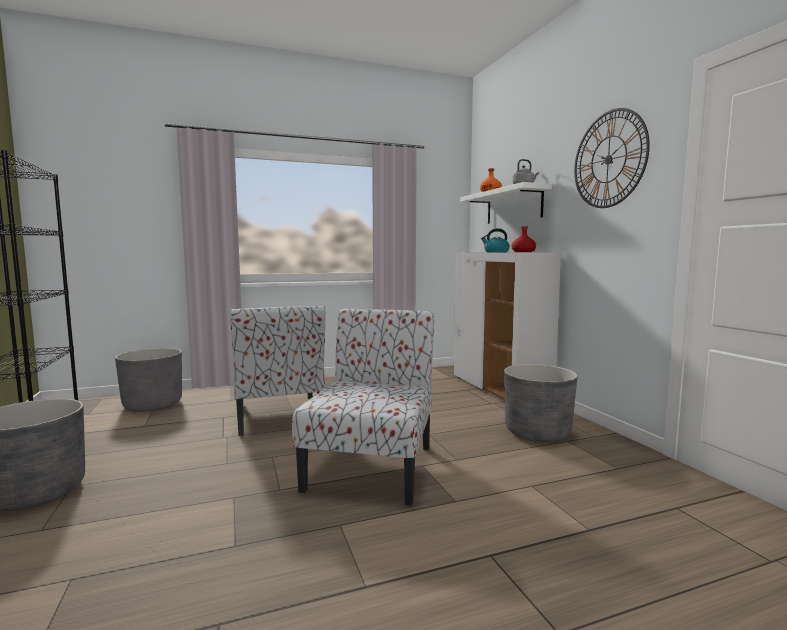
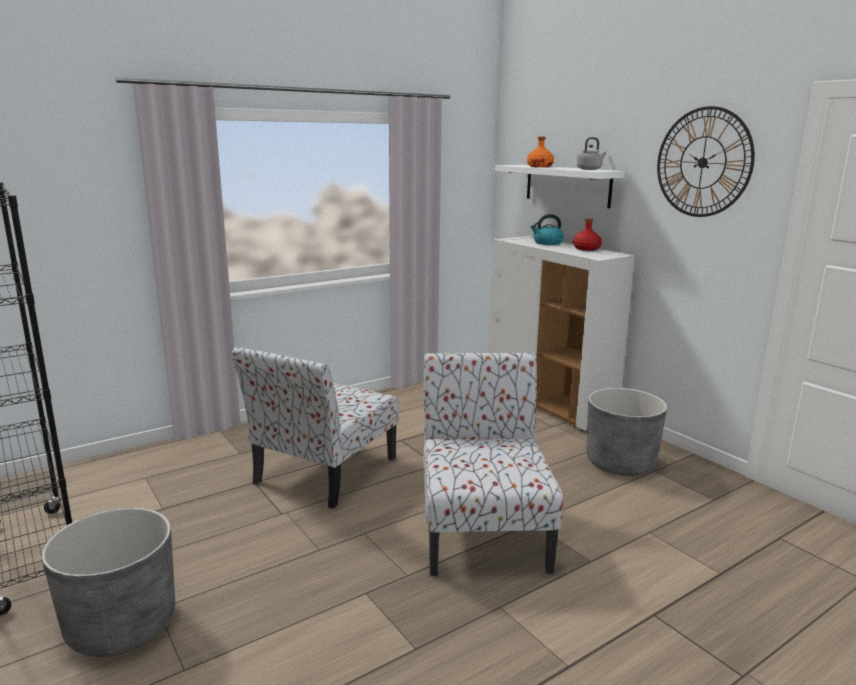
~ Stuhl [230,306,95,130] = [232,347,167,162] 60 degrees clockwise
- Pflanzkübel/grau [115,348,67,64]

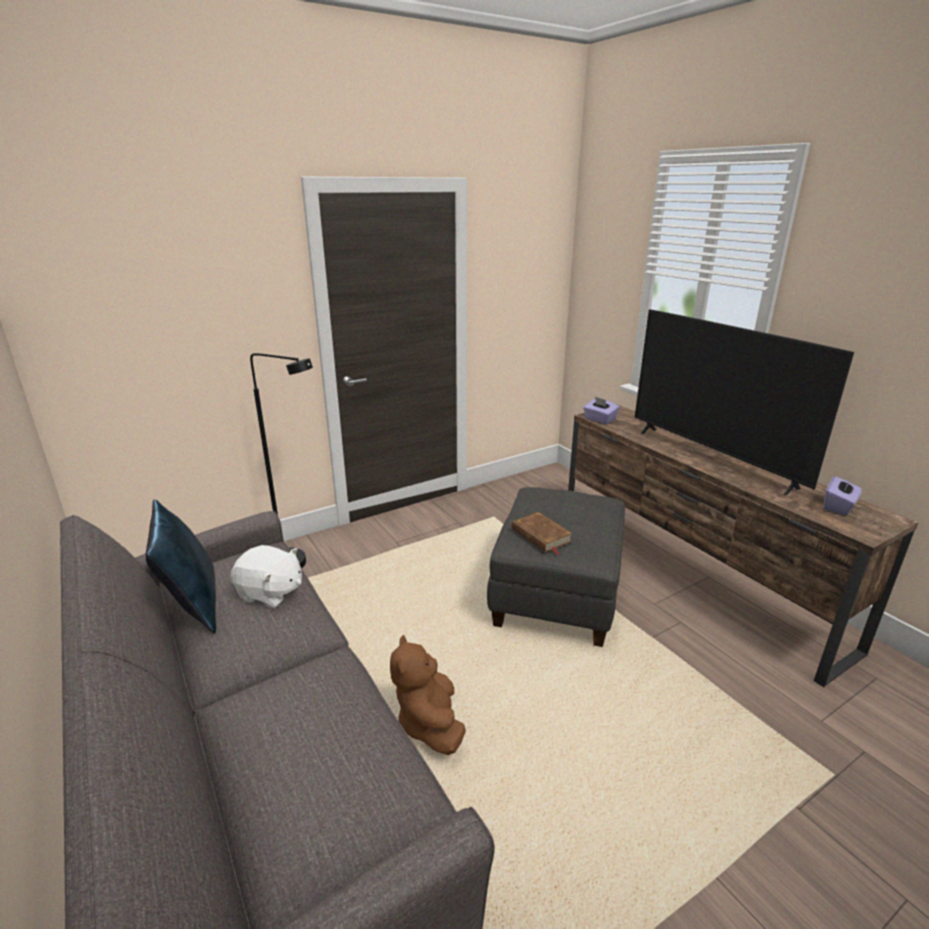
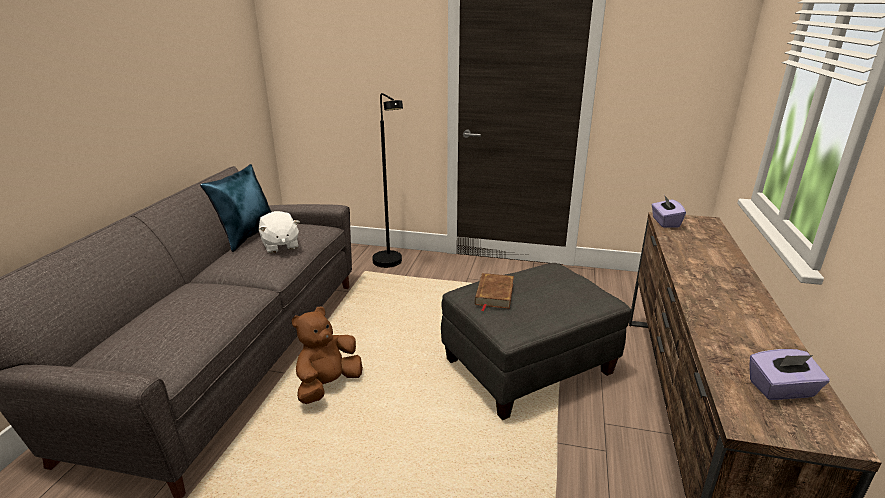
- Fernseher [635,309,219,186]

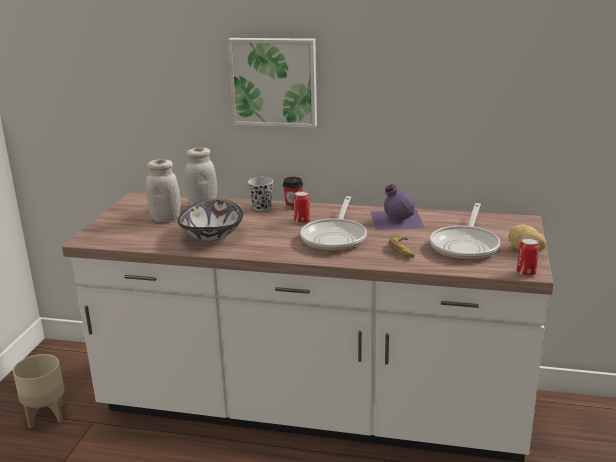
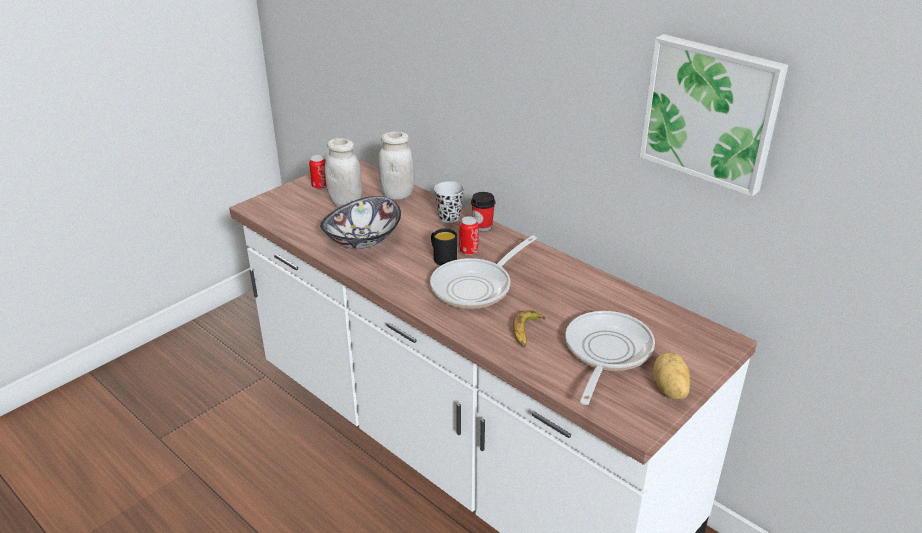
~ Bild [228,38,89,90] to [640,34,148,162]
- Flasche/lila [371,184,54,46]
~ Pfanne [430,203,70,57] = [565,311,90,94] 150 degrees clockwise
~ Dose [517,238,22,38] to [309,155,17,34]
- Pflanzkübel/beige [13,354,51,75]
+ Henkelbecher/schwarz [431,229,26,36]

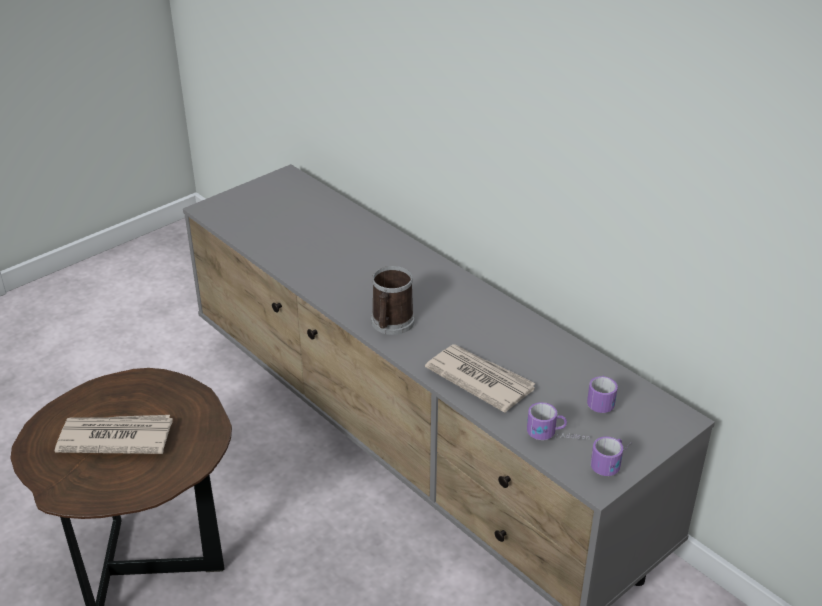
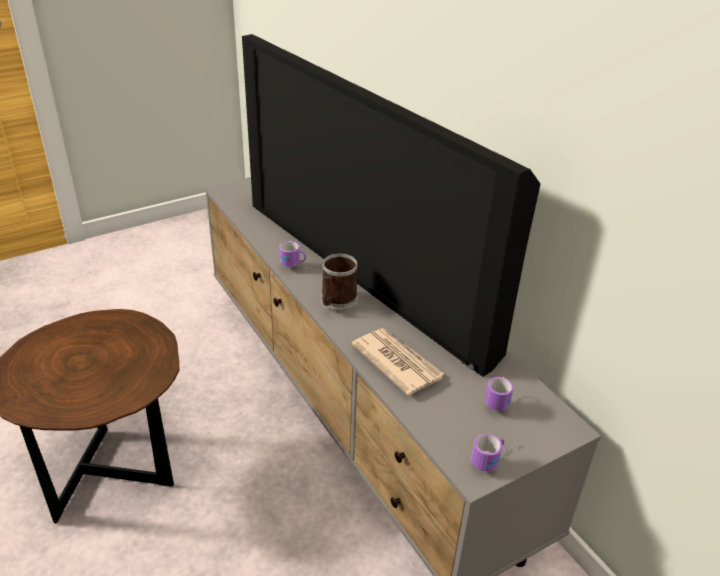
~ Henkelbecher [527,402,63,38] to [279,241,44,32]
- Zeitung [55,415,118,39]
+ Fernseher [242,34,298,343]

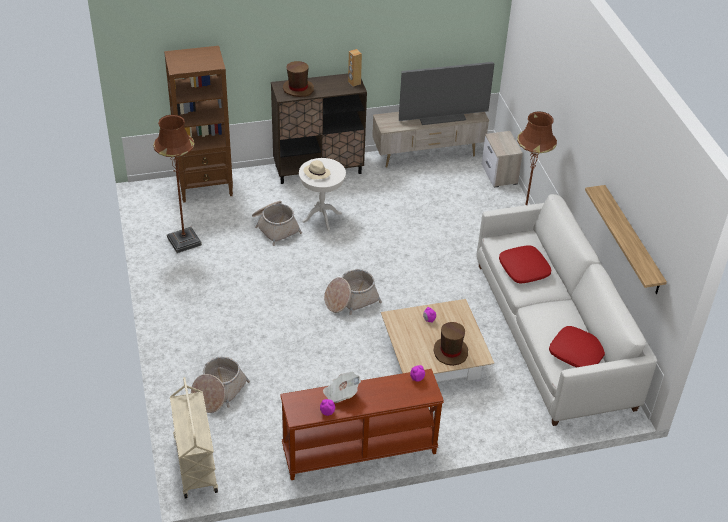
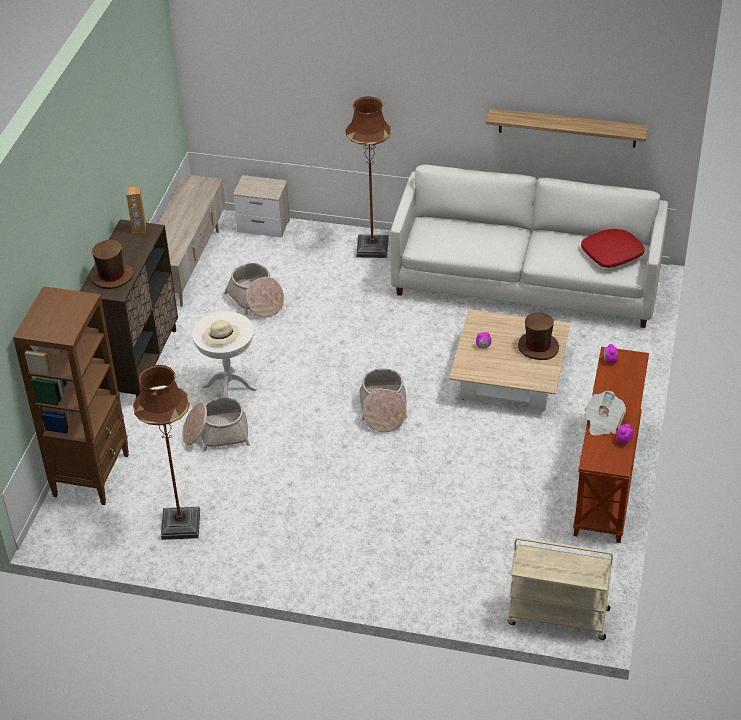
- Fernseher [399,62,96,63]
- Kissen/rot [499,245,52,38]
~ Korb [191,357,59,56] to [224,263,60,55]

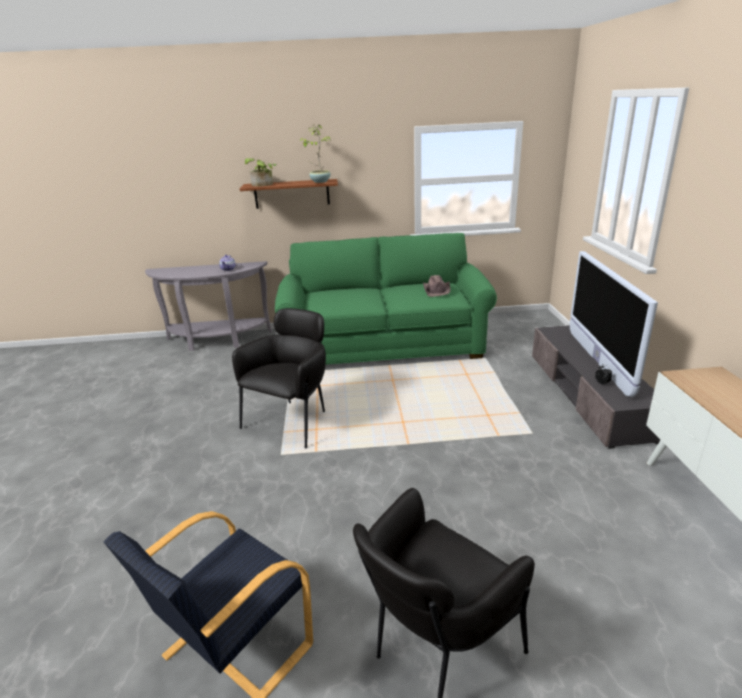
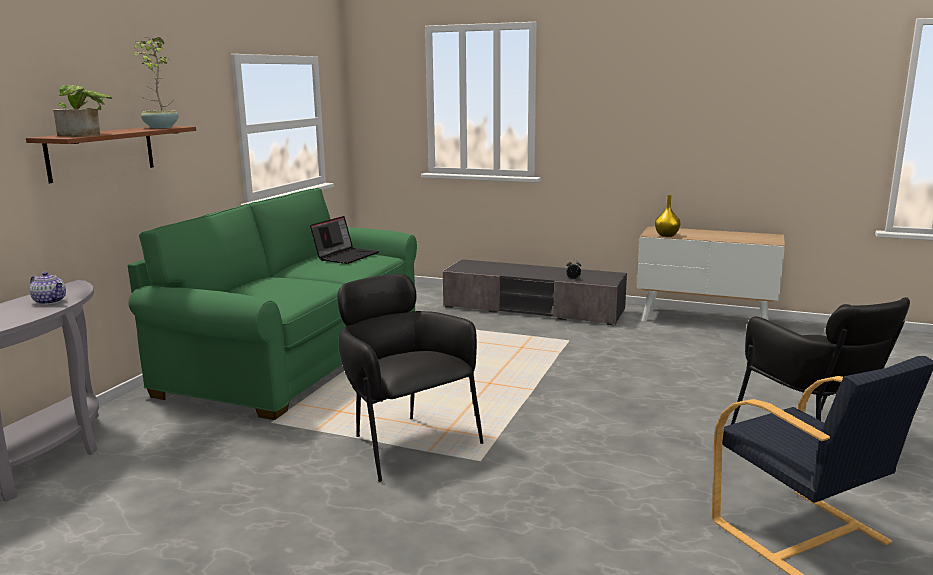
- Fernseher [570,251,88,146]
~ Hut/braun [423,275,27,22] to Laptop [310,216,69,48]
+ Vase/gelb [655,195,26,42]

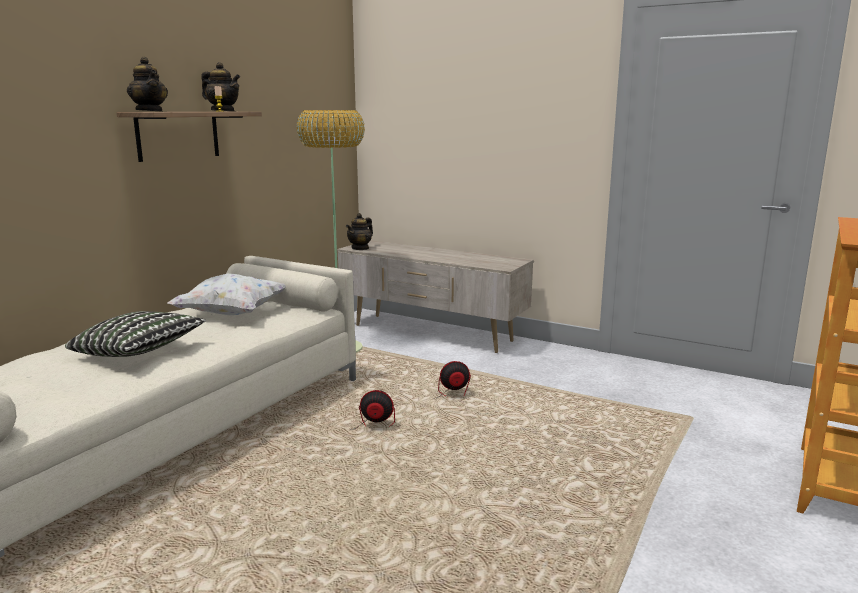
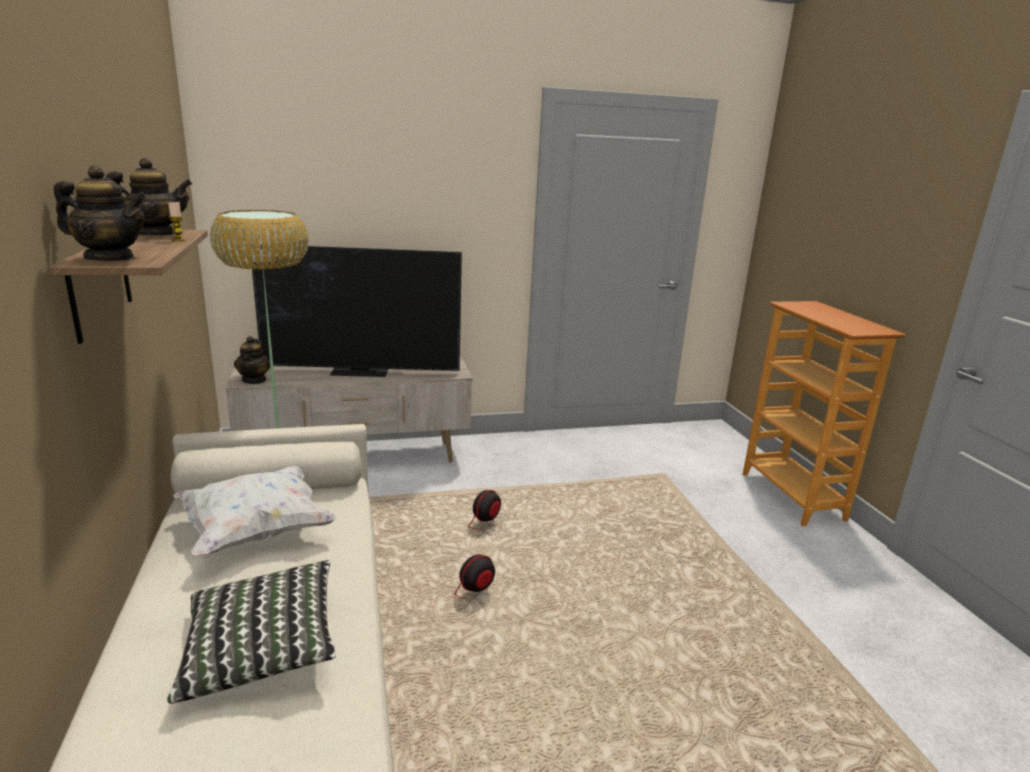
+ Fernseher [252,244,210,133]

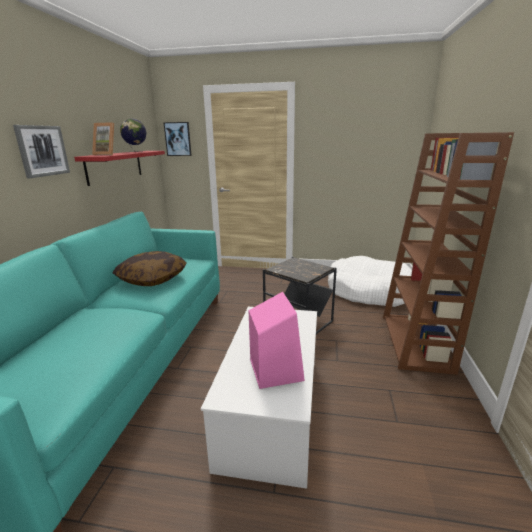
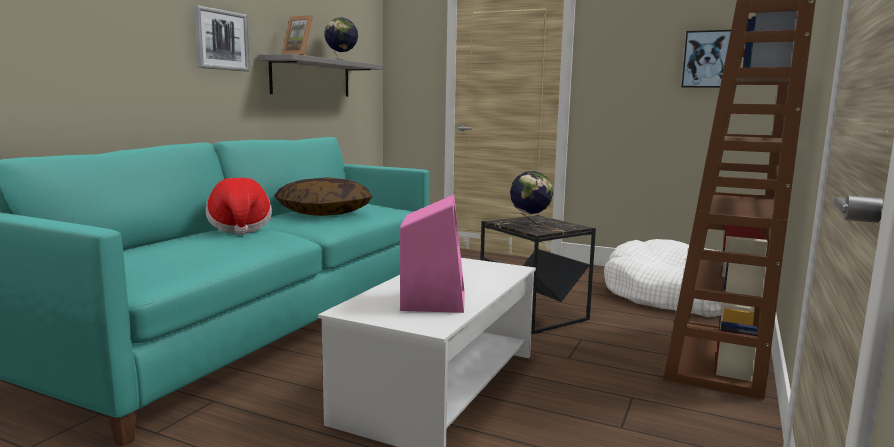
~ Bild [163,122,29,34] to [682,30,49,58]
~ Wandregal/rot [74,151,91,35] to Wandregal/grau [259,54,124,43]
+ Globus [510,171,43,56]
+ Hut [206,178,66,57]

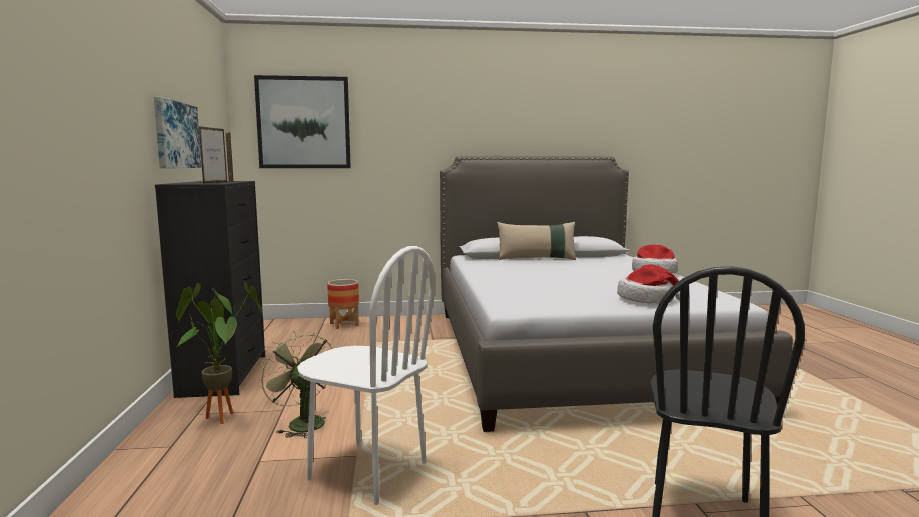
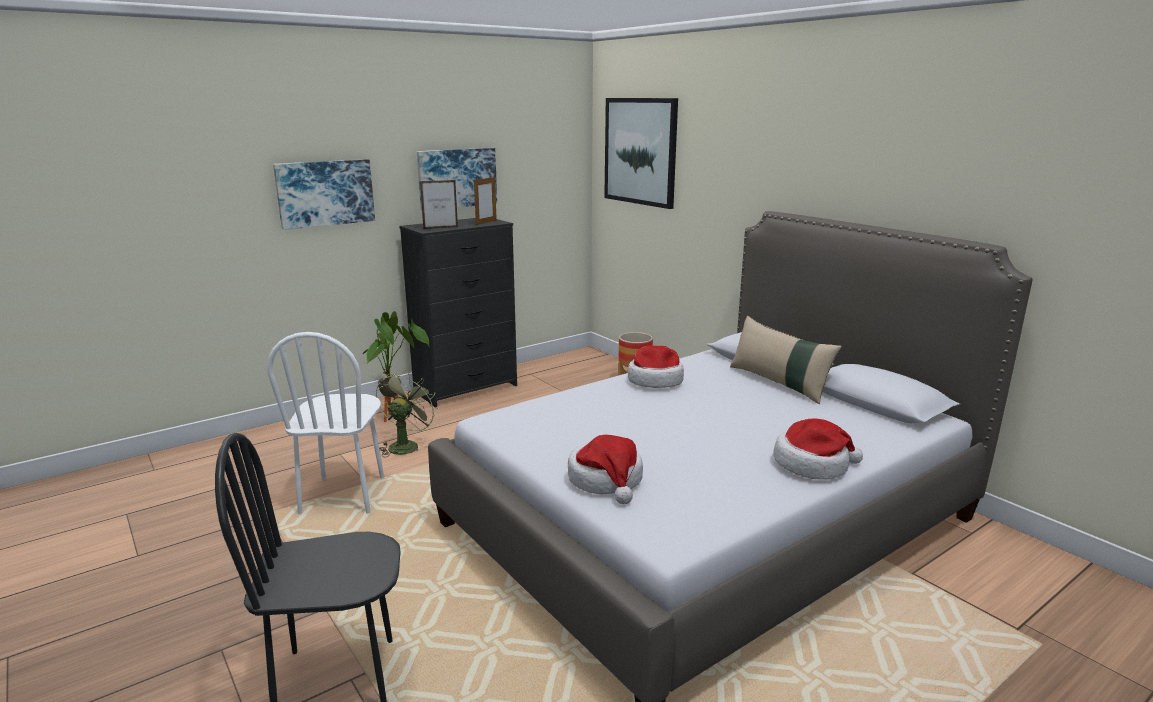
+ Bild [273,159,102,71]
+ Hut [628,345,56,43]

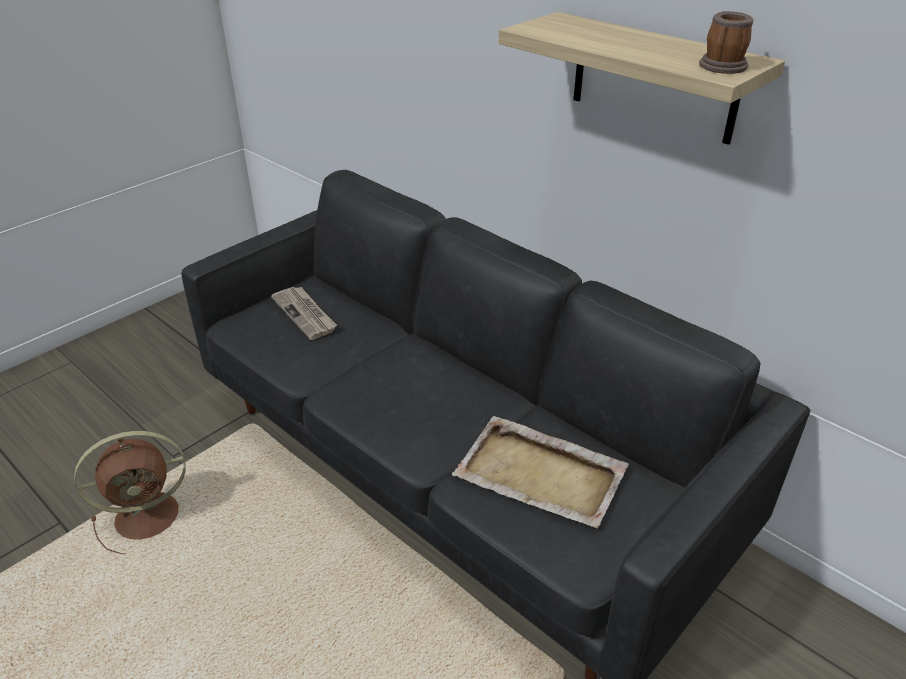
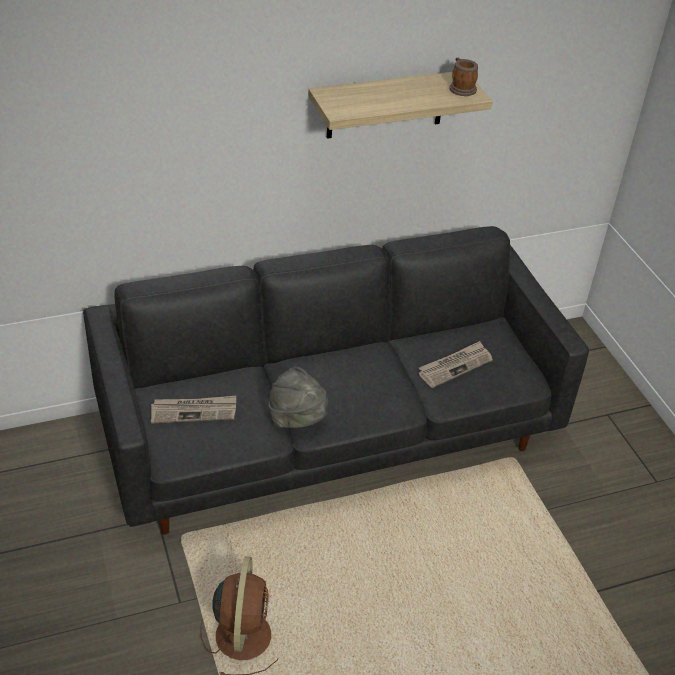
~ Tablett/beige [452,416,177,112] to Zeitung [418,341,75,47]
+ Hut/grau [268,366,62,62]

